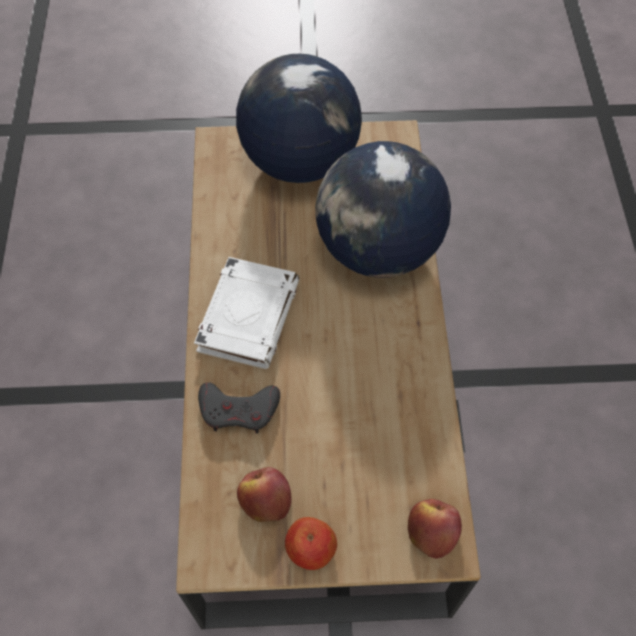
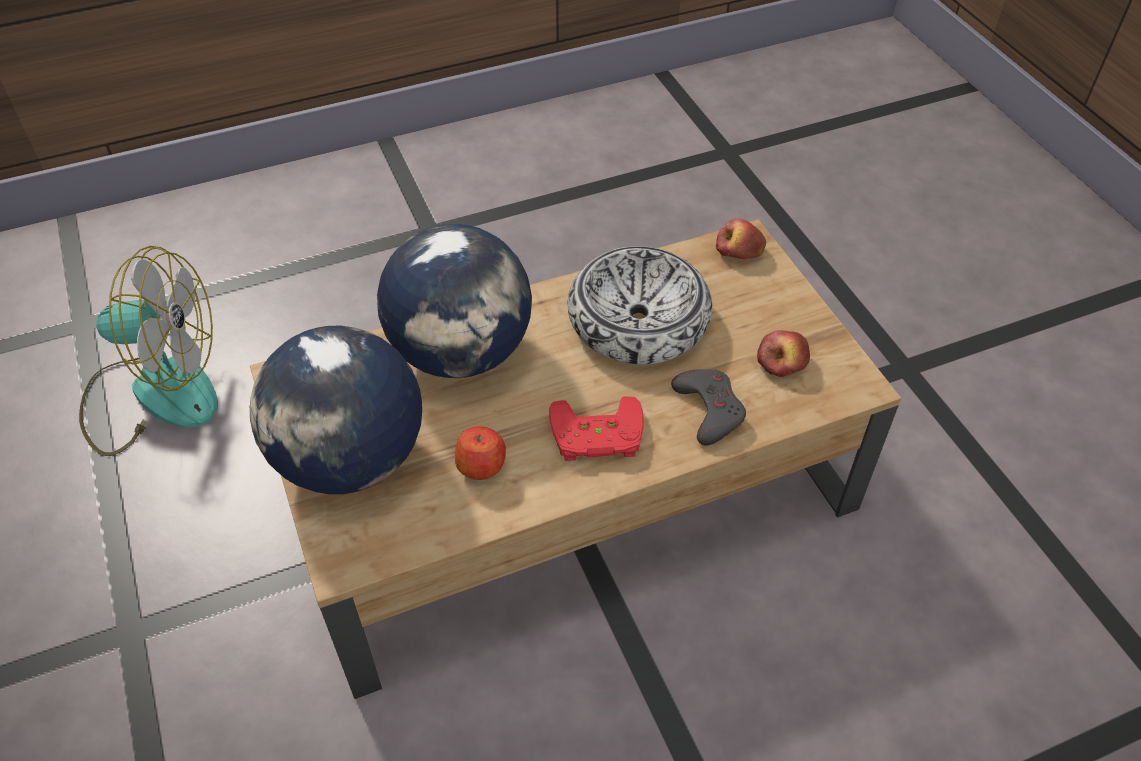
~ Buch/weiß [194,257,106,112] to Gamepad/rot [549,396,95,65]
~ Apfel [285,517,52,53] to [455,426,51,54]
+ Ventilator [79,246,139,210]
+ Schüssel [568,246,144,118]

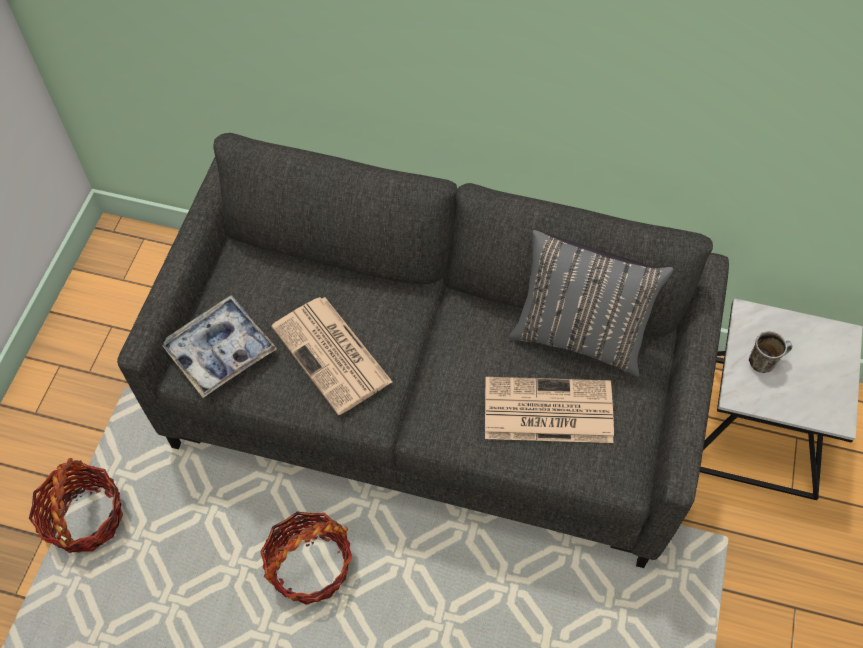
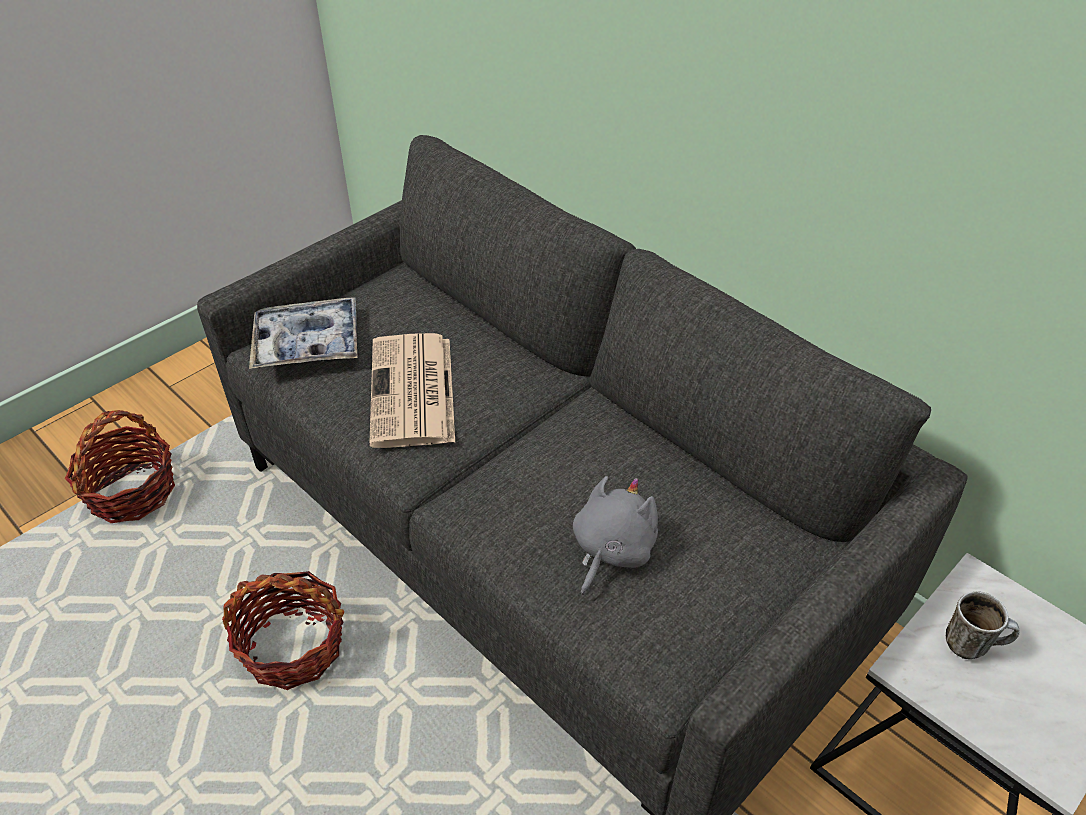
- Kissen/grau [509,229,165,148]
~ Zeitung [485,377,129,66] to Plüschtier/grau [573,476,85,119]

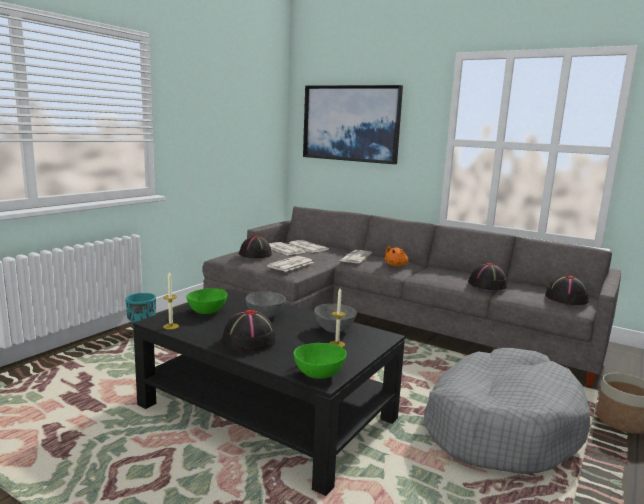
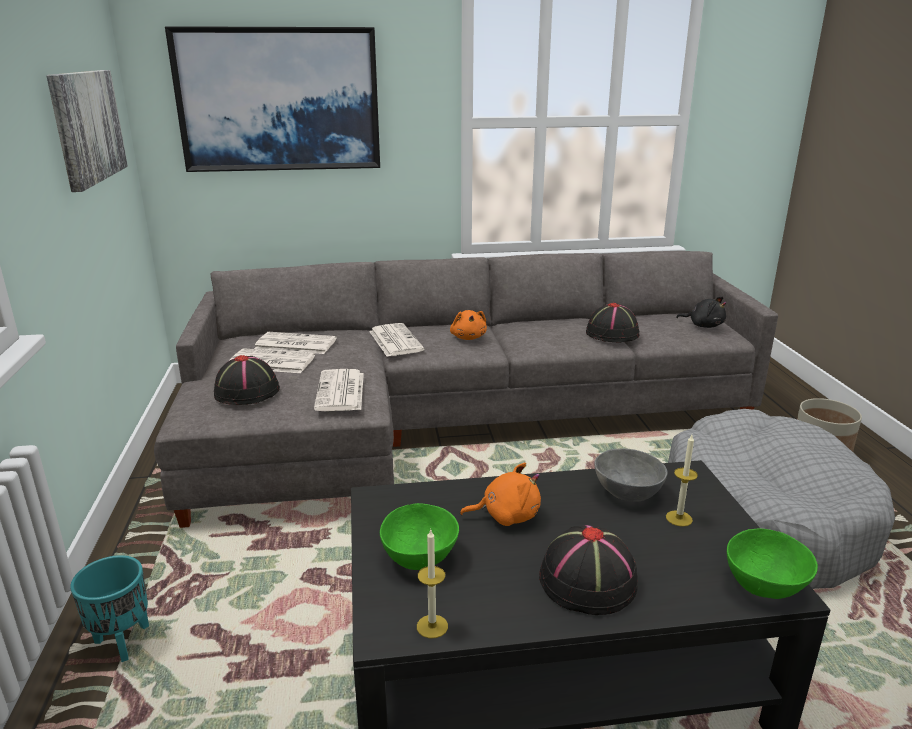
~ Hut/schwarz [545,275,44,30] to Plüschtier/schwarz [676,296,51,32]
~ Schüssel/grau [245,291,41,27] to Plüschtier/orange [460,463,81,63]
+ Bild [46,70,82,122]

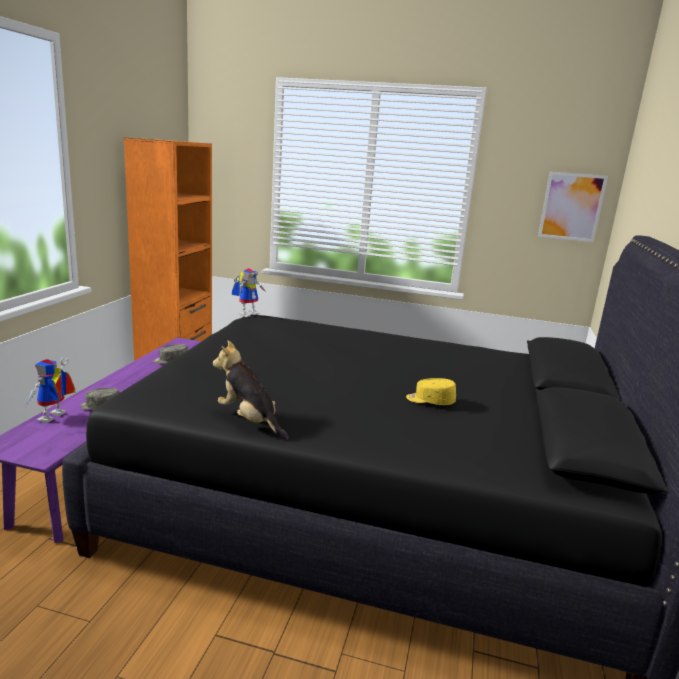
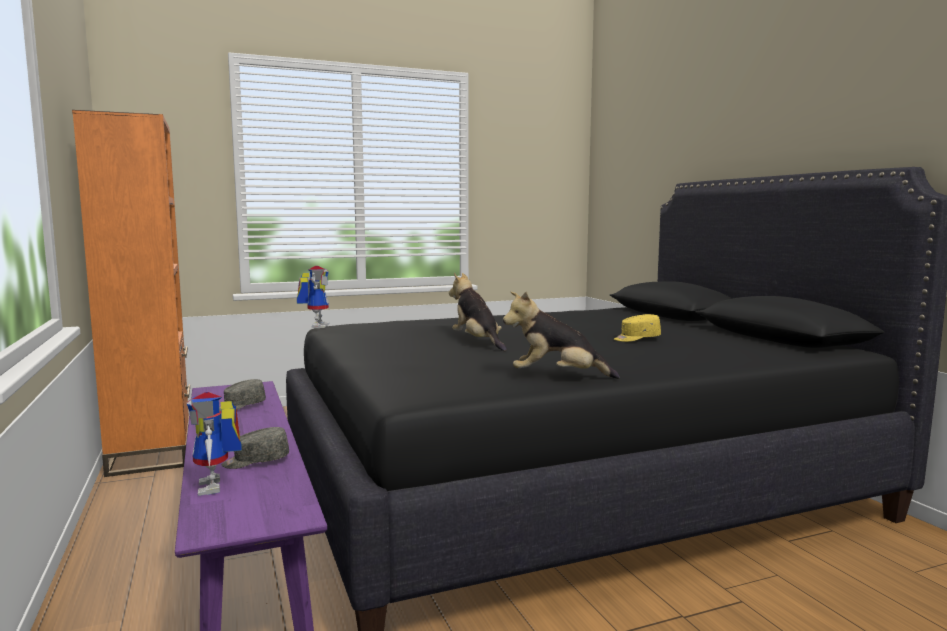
- Bild [538,171,70,71]
+ Plüschtier [449,273,58,78]

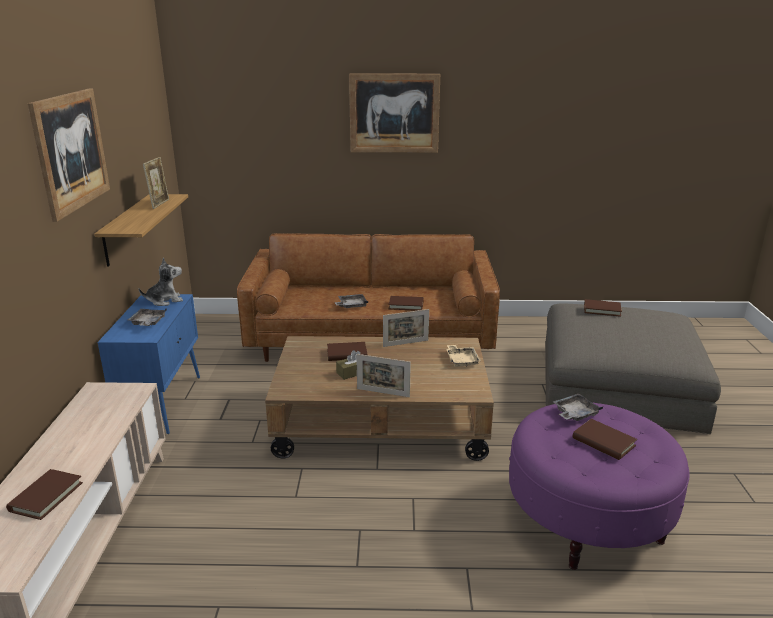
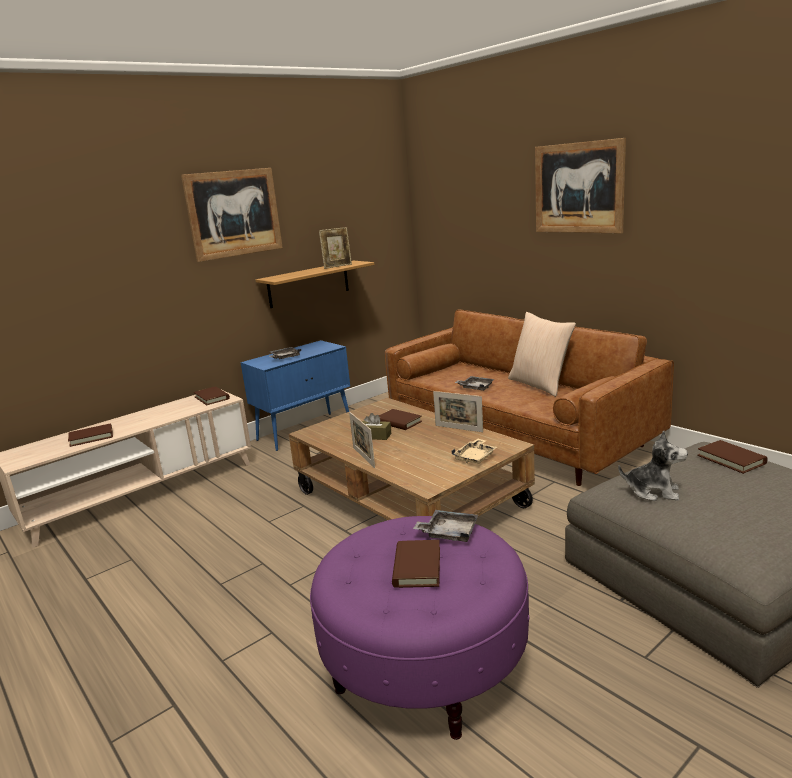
~ Plüschtier [139,258,44,48] to [618,431,70,70]
~ Buch/braun [388,296,36,15] to [194,386,36,19]
+ Kissen/beige [508,312,68,85]

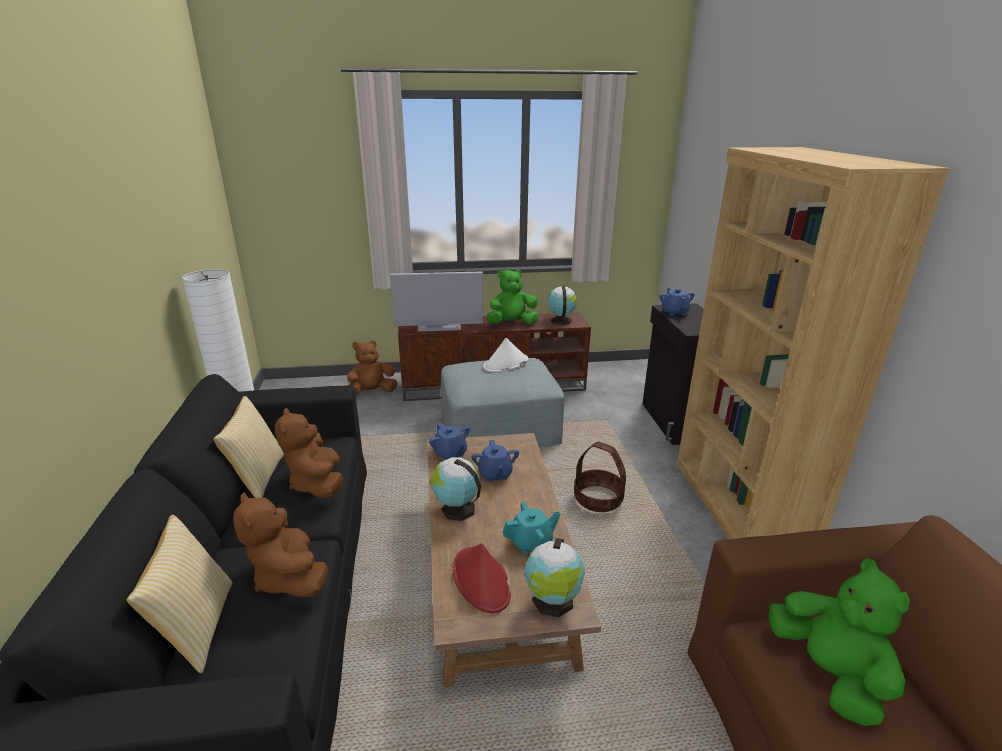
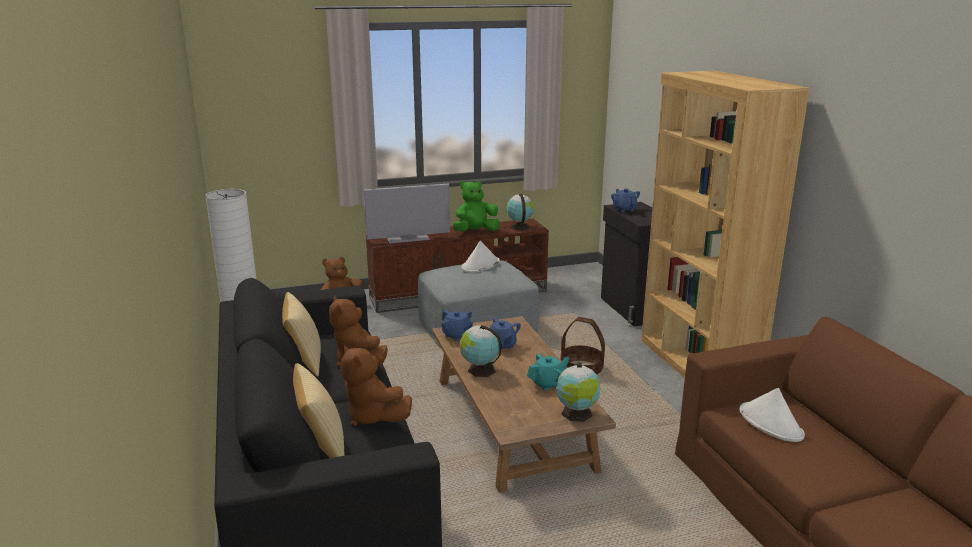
- Hut/rot [453,543,58,70]
~ Plüschtier/grün [769,558,140,168] to Hut/weiß [739,388,66,54]

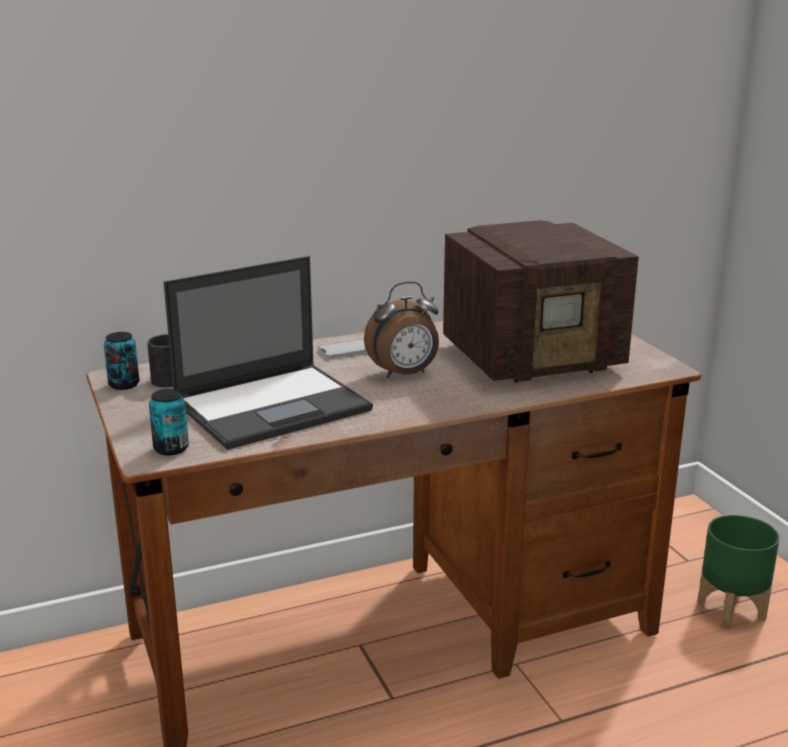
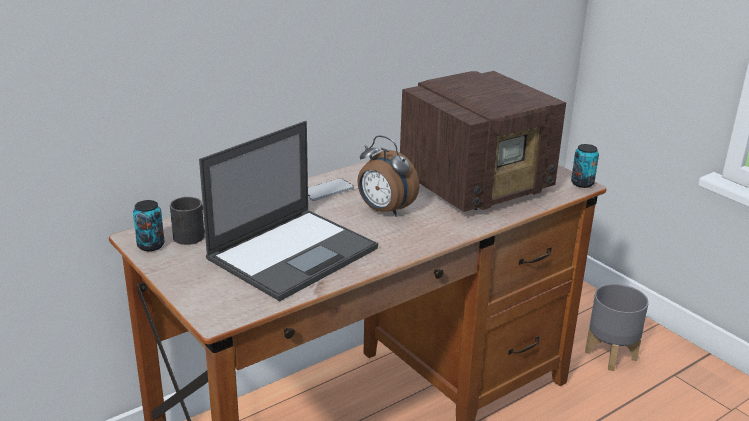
~ Wecker [364,281,75,97] = [357,135,62,82] 75 degrees clockwise
~ Dose [149,389,40,66] to [571,144,28,44]
~ Pflanzkübel/grün [697,514,83,115] to Pflanzkübel/grau [585,284,64,87]

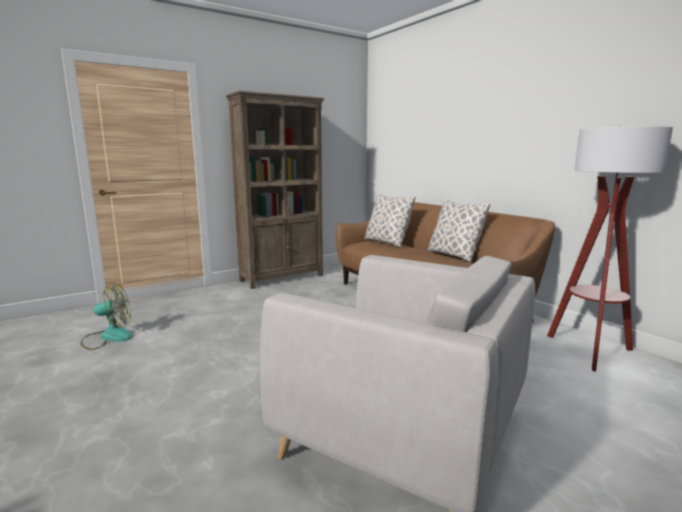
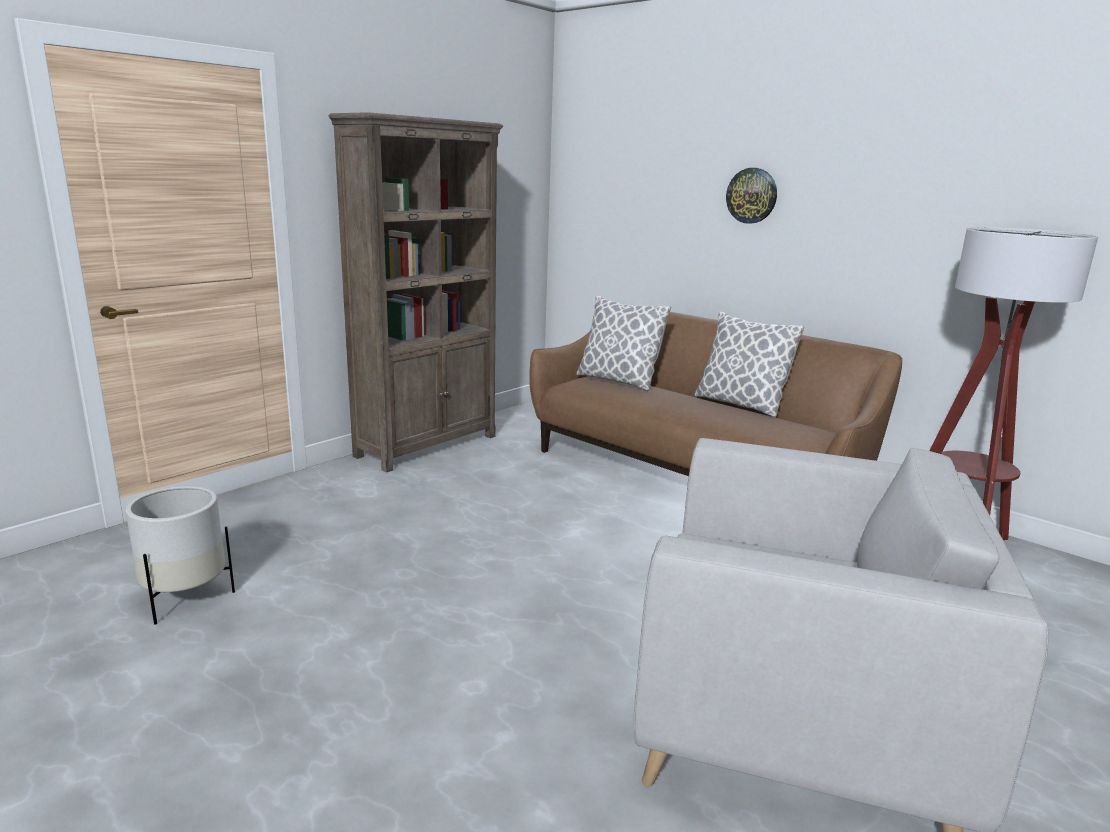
~ Ventilator [81,283,51,67] to Pflanzkübel/weiß [126,486,109,139]
+ Wanduhr [726,168,51,56]

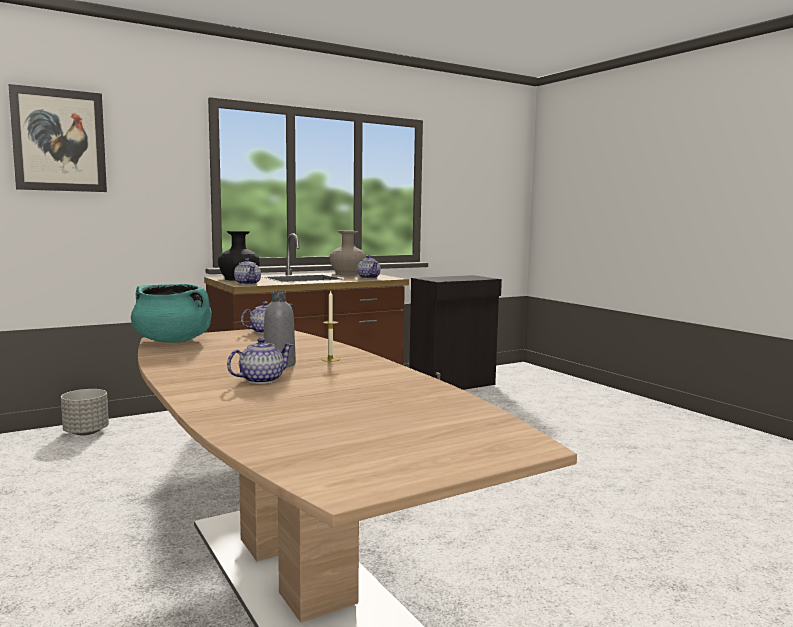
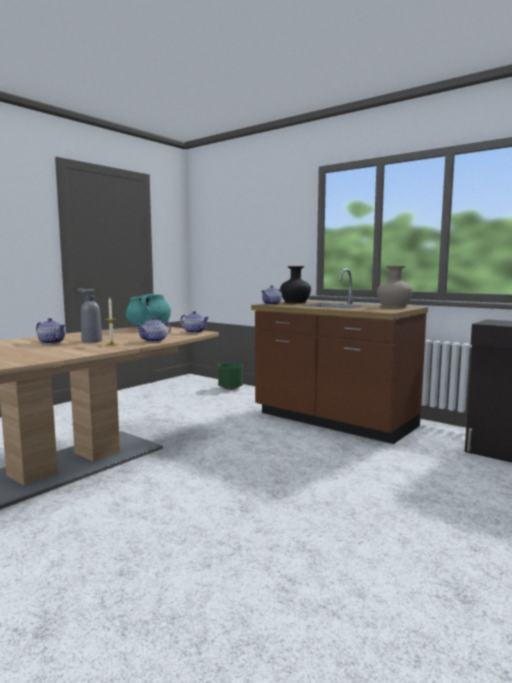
- Bild [8,84,99,108]
~ Teekanne [357,255,24,24] to [136,317,35,25]
~ Pflanzkübel/grau [61,389,48,46] to Pflanzkübel/grün [218,363,25,27]

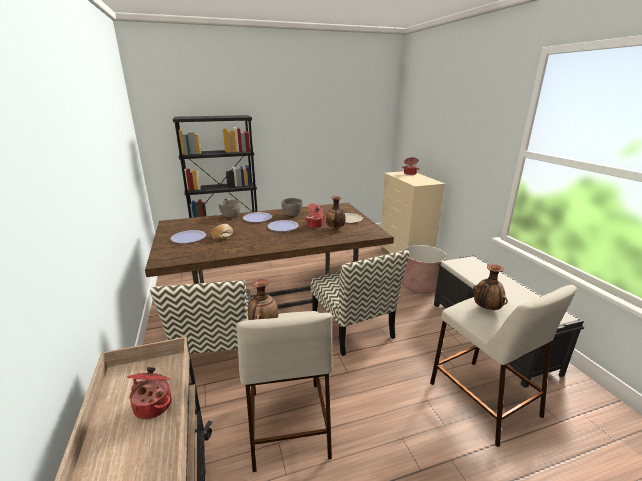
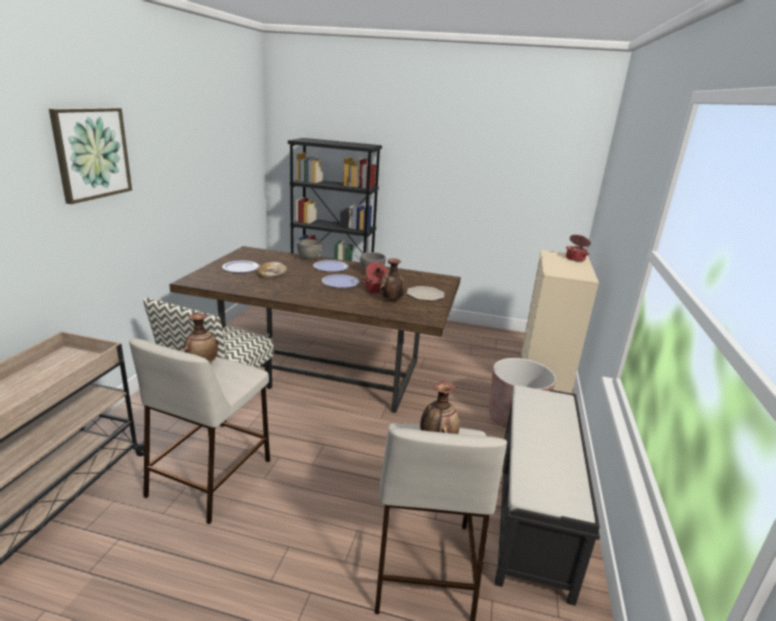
- Stuhl [311,250,99,106]
- Kochtopf [127,367,44,53]
+ Bild [49,108,83,96]

